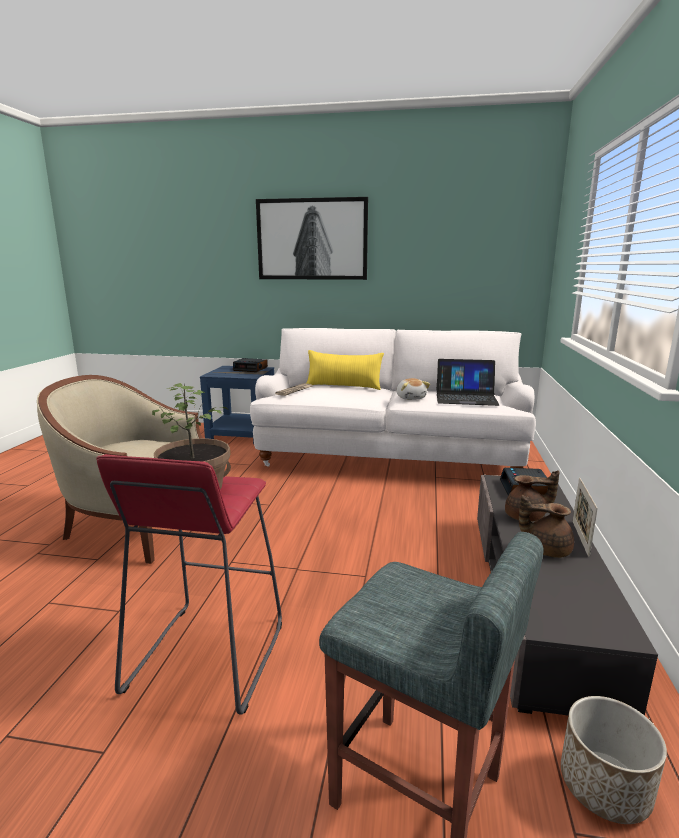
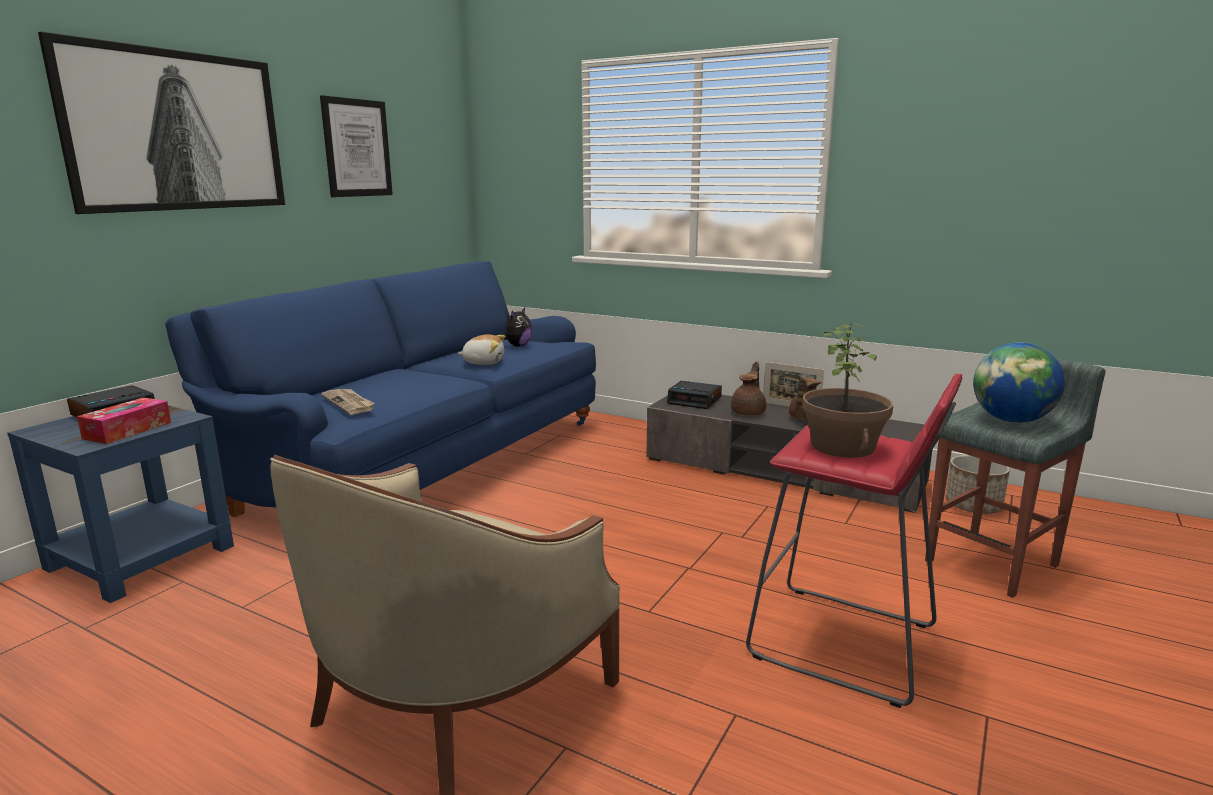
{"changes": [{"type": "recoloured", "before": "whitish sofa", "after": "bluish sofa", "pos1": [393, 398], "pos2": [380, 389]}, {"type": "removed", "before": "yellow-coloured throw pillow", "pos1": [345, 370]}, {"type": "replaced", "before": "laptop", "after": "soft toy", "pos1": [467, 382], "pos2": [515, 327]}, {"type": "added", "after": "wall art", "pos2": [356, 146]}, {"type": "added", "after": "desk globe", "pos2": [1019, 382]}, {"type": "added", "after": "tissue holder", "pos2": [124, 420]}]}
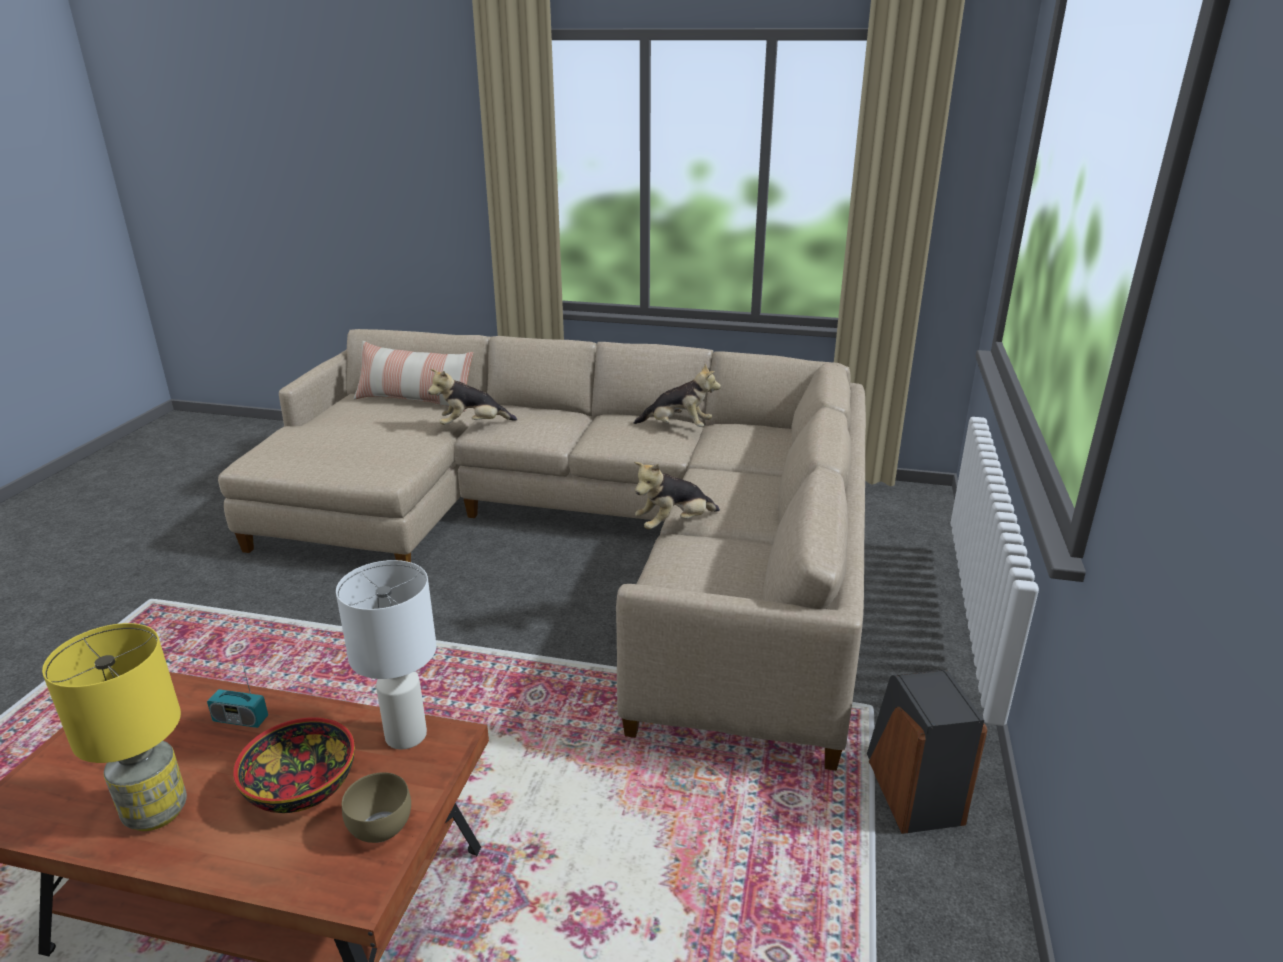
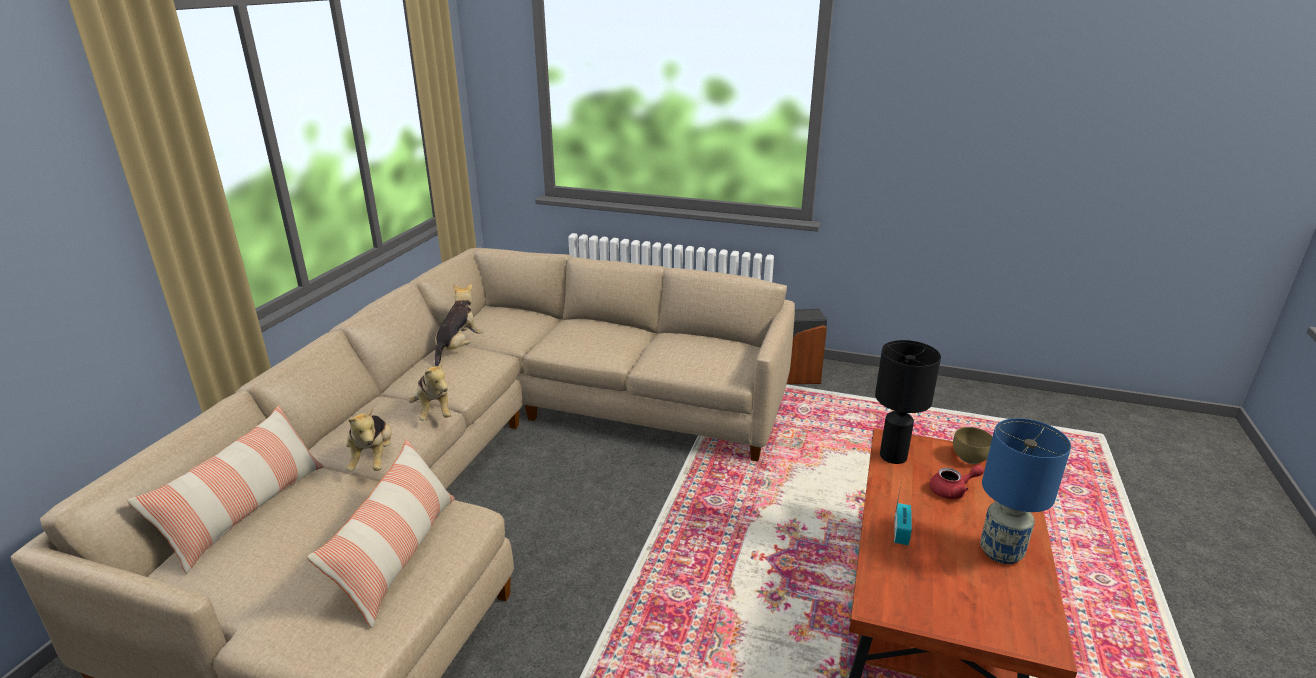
{"changes": [{"type": "moved", "before": "soft toy", "pos1": [677, 496], "pos2": [429, 390]}, {"type": "recoloured", "before": "whitish tabletop lamp", "after": "black-coloured tabletop lamp", "pos1": [386, 655], "pos2": [908, 402]}, {"type": "recoloured", "before": "yellow-coloured tabletop lamp", "after": "bluish tabletop lamp", "pos1": [114, 727], "pos2": [1025, 491]}, {"type": "replaced", "before": "deep dish", "after": "reddish pot for tea", "pos1": [294, 765], "pos2": [957, 482]}, {"type": "added", "after": "throw pillow", "pos2": [381, 533]}]}
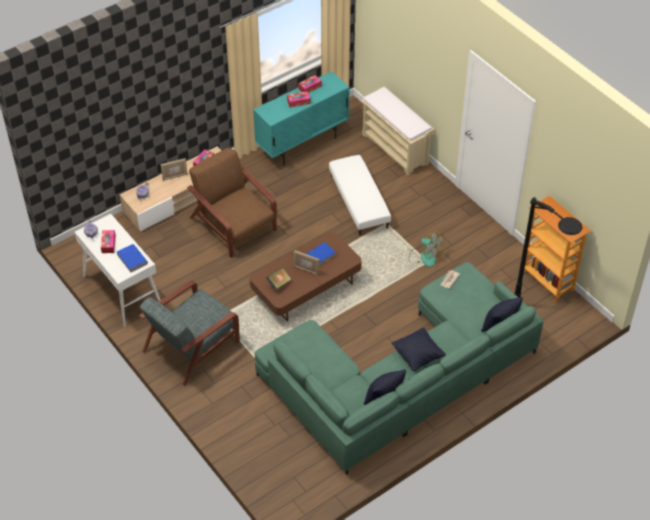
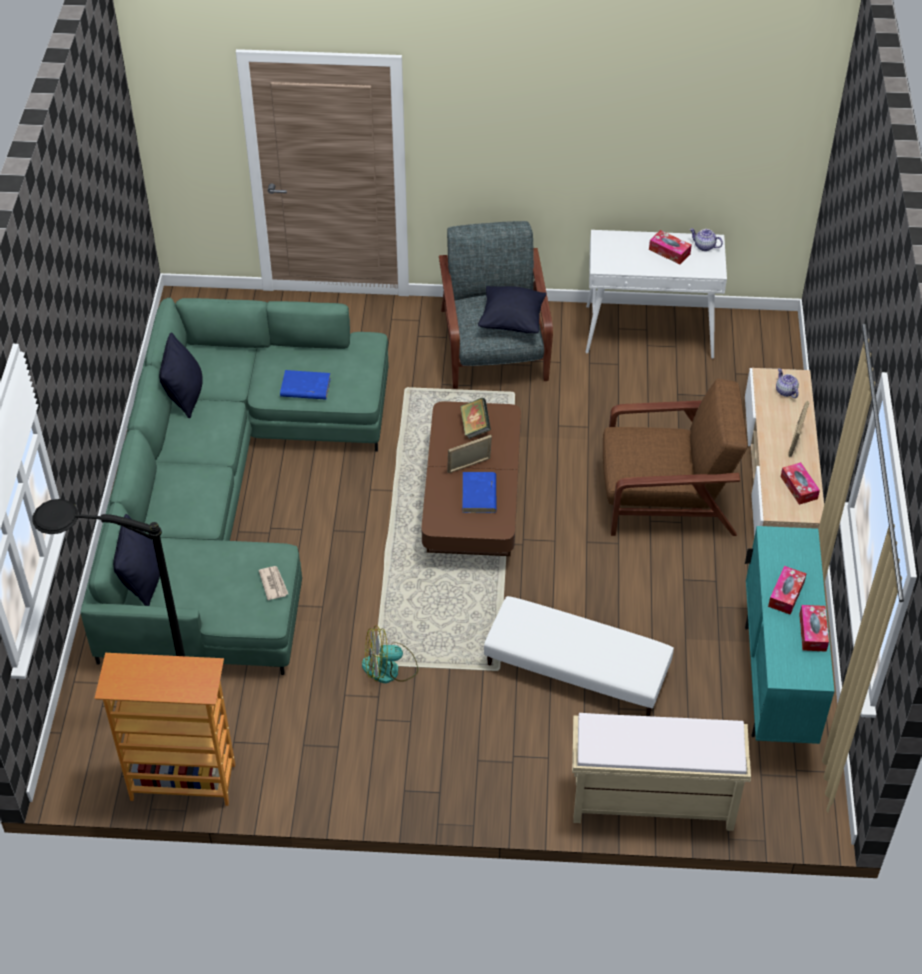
{"changes": [{"type": "moved", "before": "bluish book", "pos1": [132, 258], "pos2": [305, 385]}, {"type": "moved", "before": "black-coloured throw pillow", "pos1": [418, 349], "pos2": [512, 309]}]}
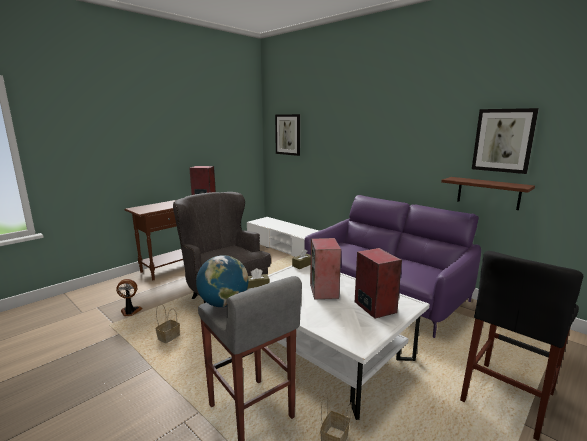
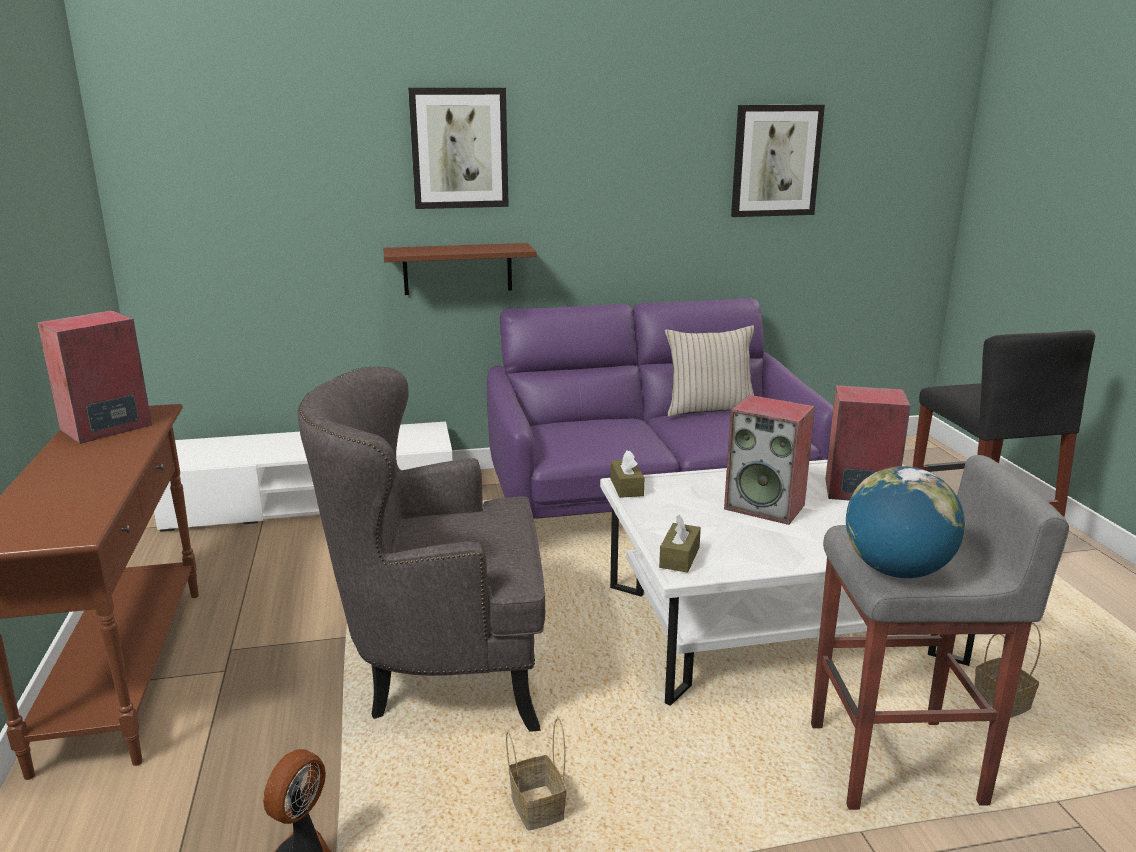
{"changes": [{"type": "moved", "before": "wall art", "pos1": [287, 135], "pos2": [458, 148]}, {"type": "moved", "before": "brown shelf", "pos1": [488, 193], "pos2": [460, 269]}, {"type": "added", "after": "beige-coloured throw pillow", "pos2": [709, 371]}]}
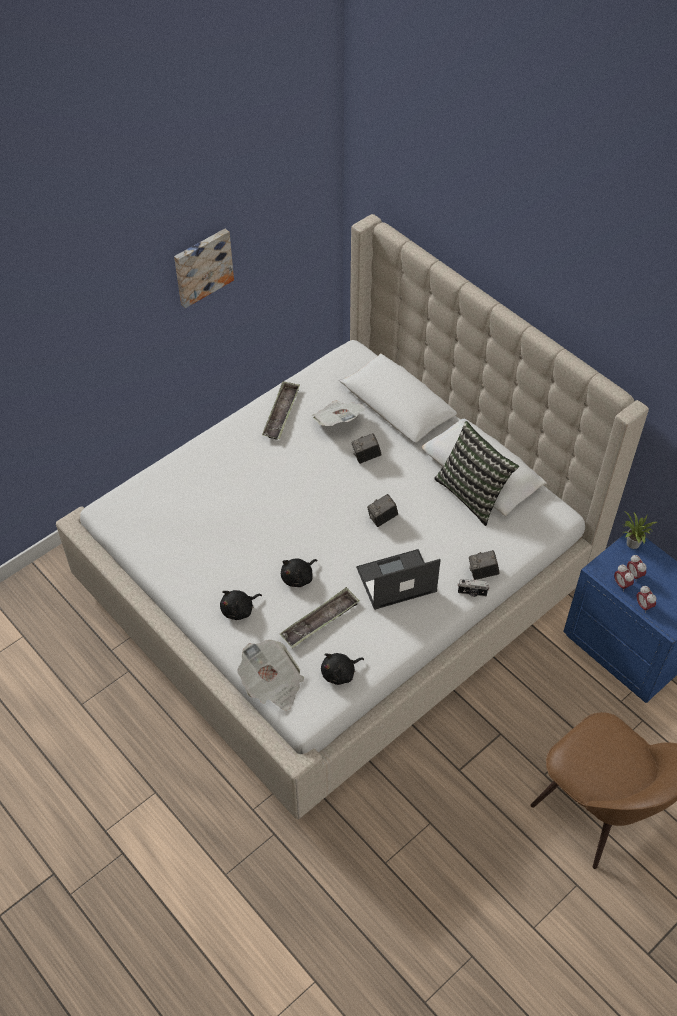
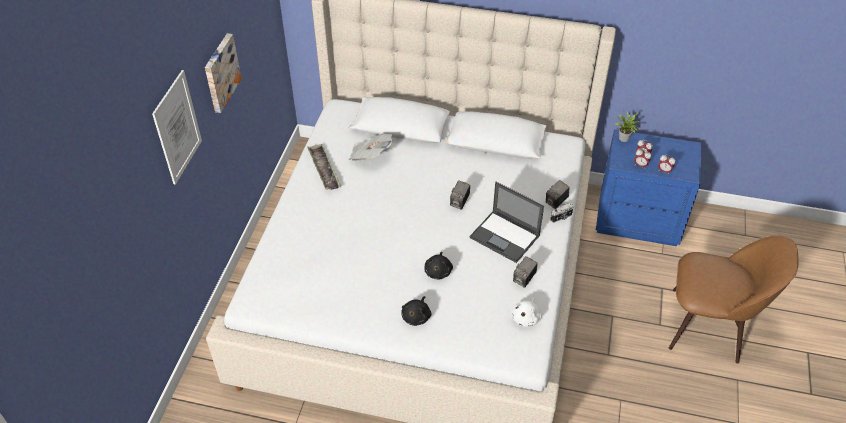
{"changes": [{"type": "removed", "before": "throw pillow", "pos1": [476, 473]}, {"type": "moved", "before": "still camera", "pos1": [366, 448], "pos2": [525, 272]}, {"type": "turned", "before": "laptop", "pos1": [398, 579], "pos2": [507, 222], "turn": -90}, {"type": "removed", "before": "tray", "pos1": [320, 618]}, {"type": "removed", "before": "newspaper", "pos1": [270, 675]}, {"type": "recoloured", "before": "black-coloured soft toy", "after": "whitish soft toy", "pos1": [342, 669], "pos2": [527, 312]}, {"type": "added", "after": "wall art", "pos2": [177, 127]}]}
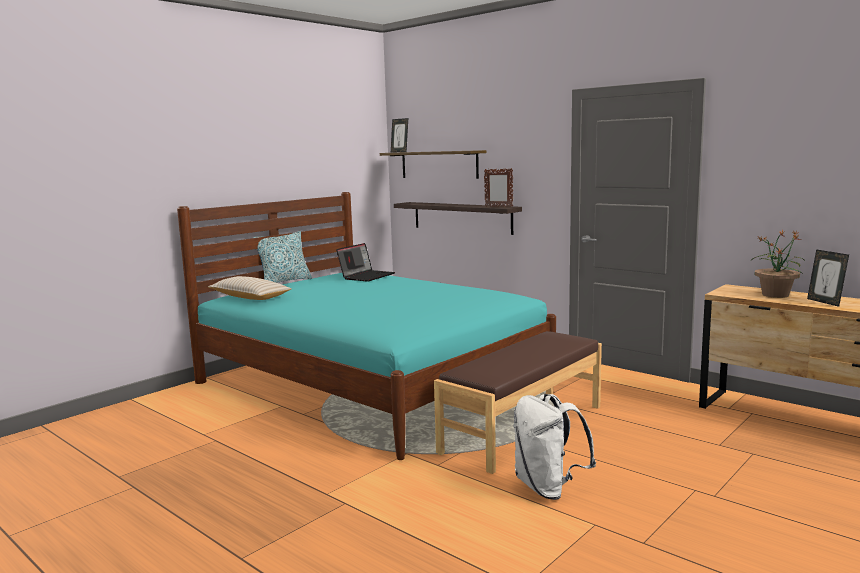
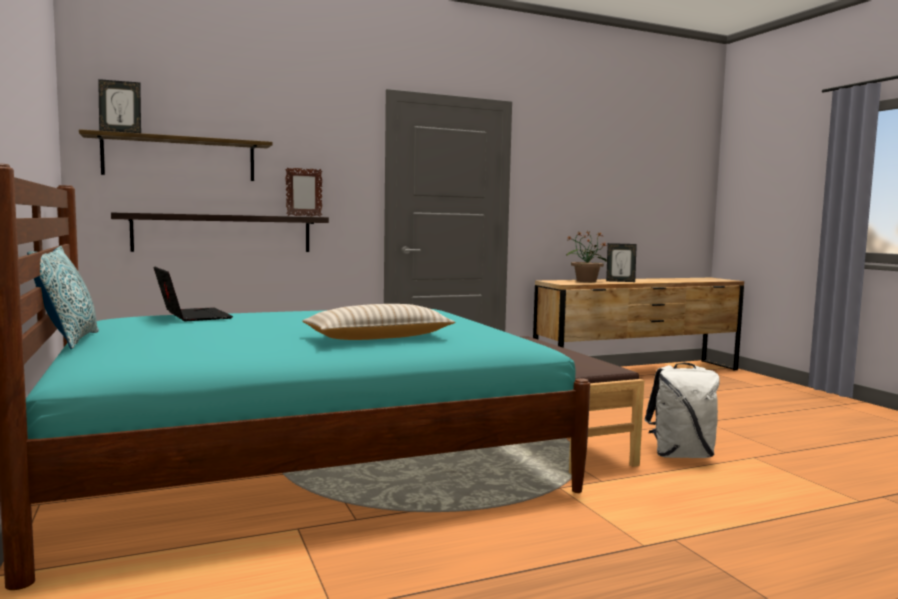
{"changes": [{"type": "moved", "before": "beige-coloured throw pillow", "pos1": [250, 288], "pos2": [378, 322]}]}
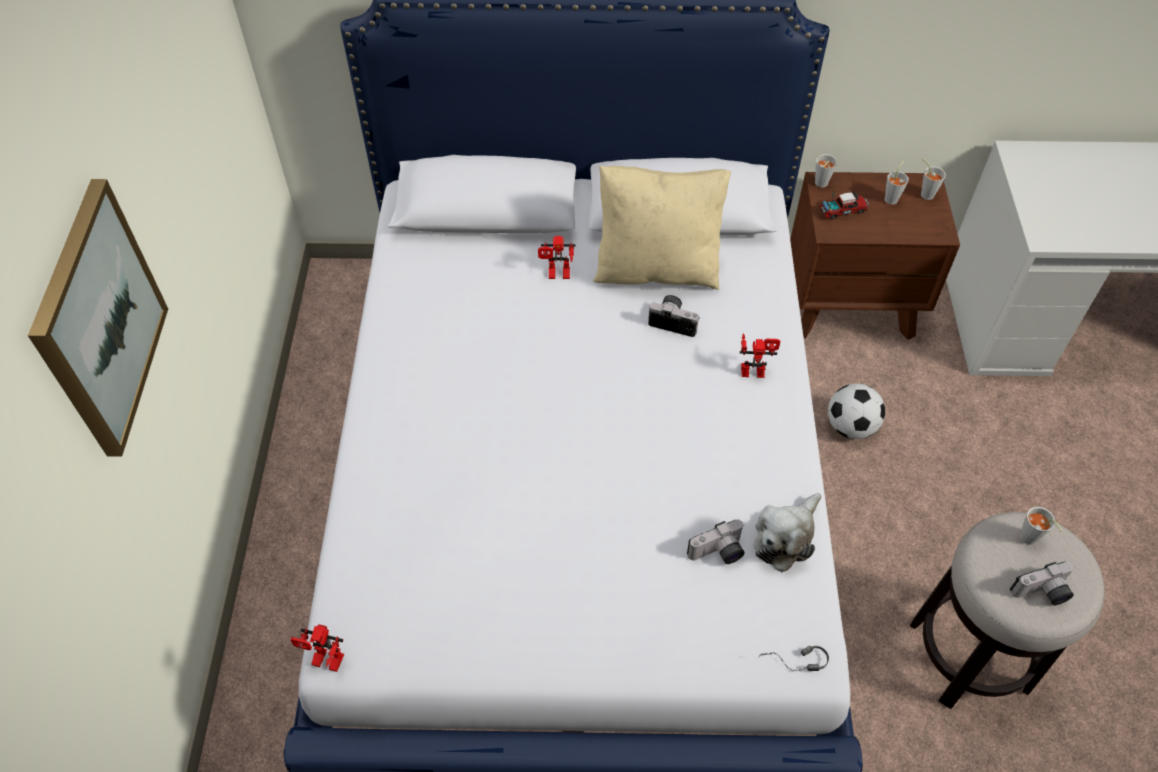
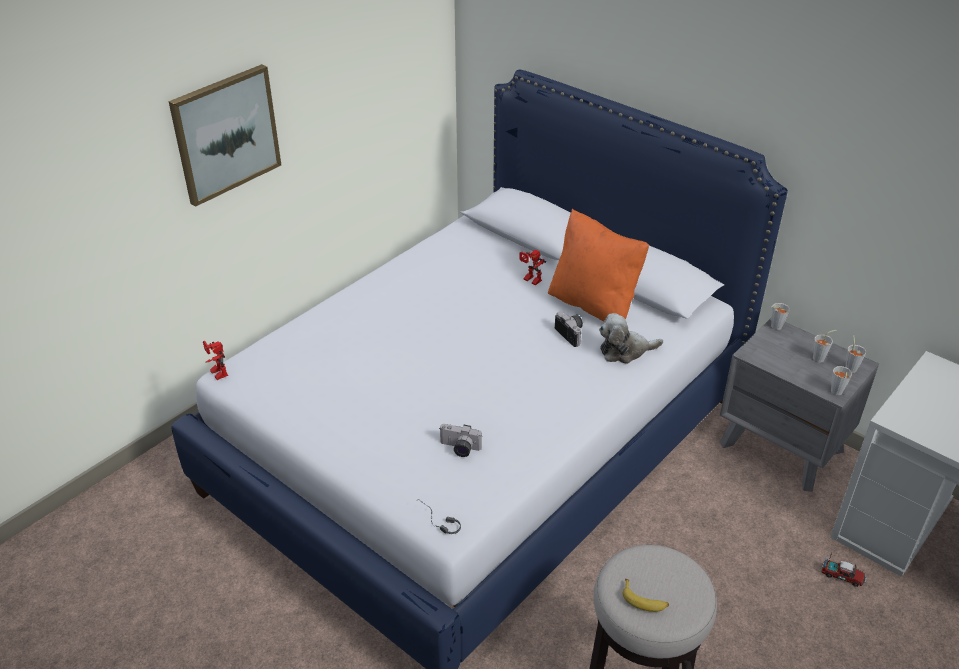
{"changes": [{"type": "recoloured", "before": "beige-coloured throw pillow", "after": "orangey throw pillow", "pos1": [662, 228], "pos2": [598, 265]}, {"type": "recoloured", "before": "brown bedside table", "after": "grey bedside table", "pos1": [875, 256], "pos2": [799, 404]}, {"type": "moved", "before": "model truck", "pos1": [844, 204], "pos2": [844, 570]}, {"type": "removed", "before": "robot figure", "pos1": [760, 355]}, {"type": "removed", "before": "ball for football", "pos1": [856, 411]}, {"type": "moved", "before": "soft toy", "pos1": [787, 532], "pos2": [631, 338]}, {"type": "moved", "before": "grey small cup", "pos1": [1040, 526], "pos2": [841, 380]}, {"type": "replaced", "before": "still camera", "after": "banana fruit", "pos1": [1042, 583], "pos2": [646, 595]}]}
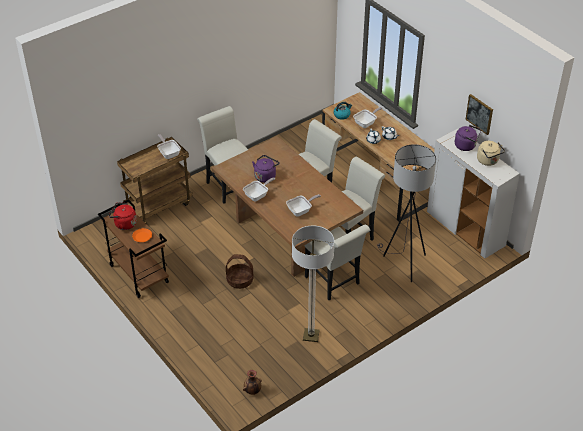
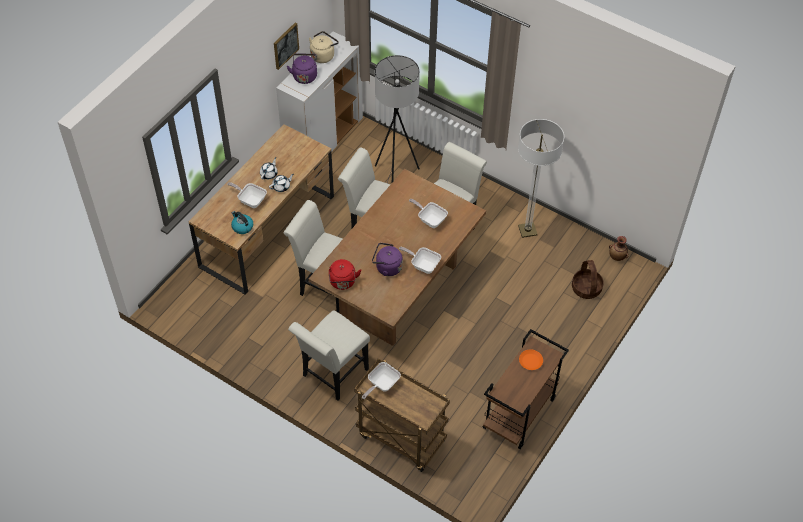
{"changes": [{"type": "moved", "before": "reddish kettle", "pos1": [123, 216], "pos2": [345, 274]}, {"type": "moved", "before": "household basket", "pos1": [239, 271], "pos2": [588, 279]}]}
